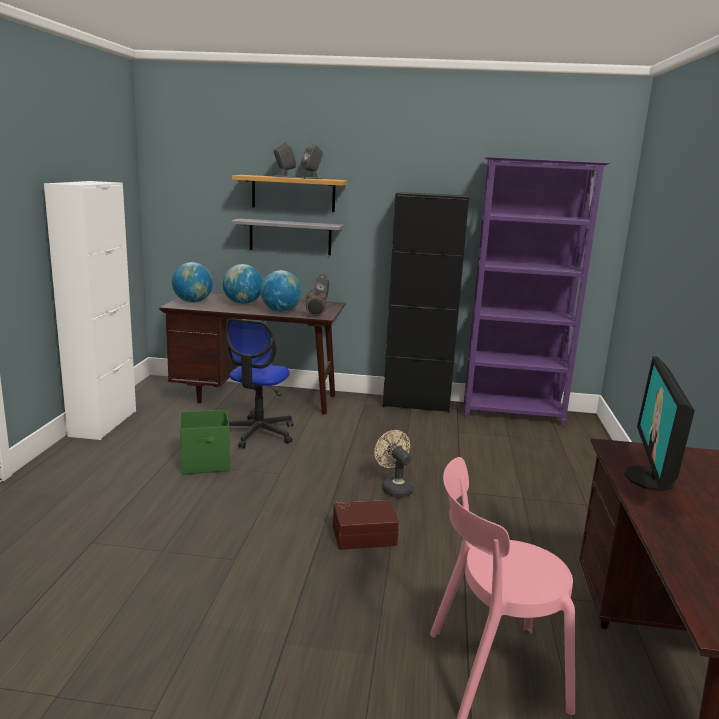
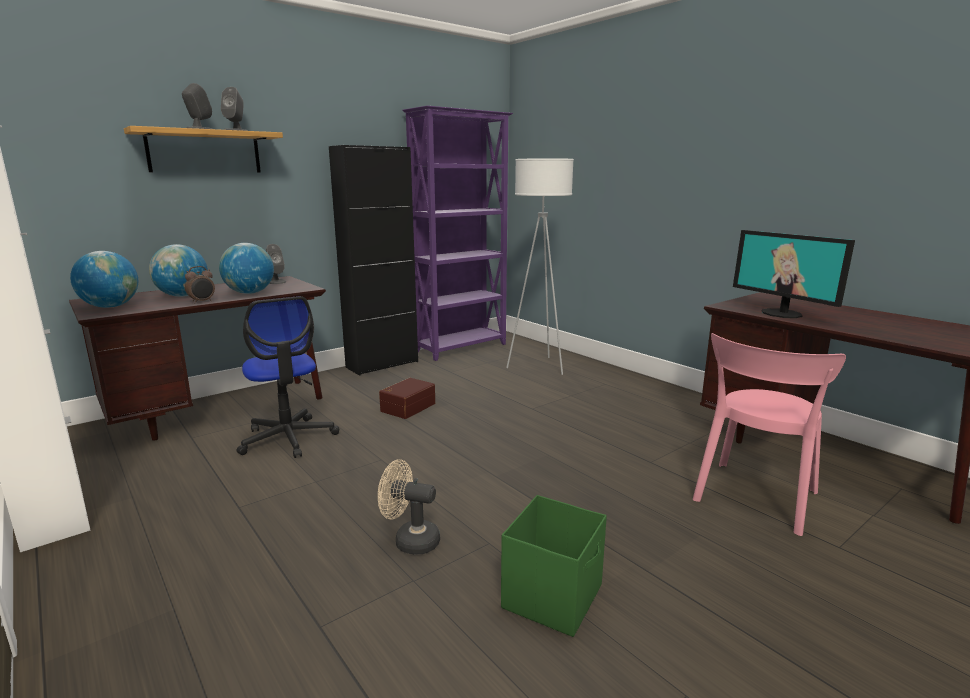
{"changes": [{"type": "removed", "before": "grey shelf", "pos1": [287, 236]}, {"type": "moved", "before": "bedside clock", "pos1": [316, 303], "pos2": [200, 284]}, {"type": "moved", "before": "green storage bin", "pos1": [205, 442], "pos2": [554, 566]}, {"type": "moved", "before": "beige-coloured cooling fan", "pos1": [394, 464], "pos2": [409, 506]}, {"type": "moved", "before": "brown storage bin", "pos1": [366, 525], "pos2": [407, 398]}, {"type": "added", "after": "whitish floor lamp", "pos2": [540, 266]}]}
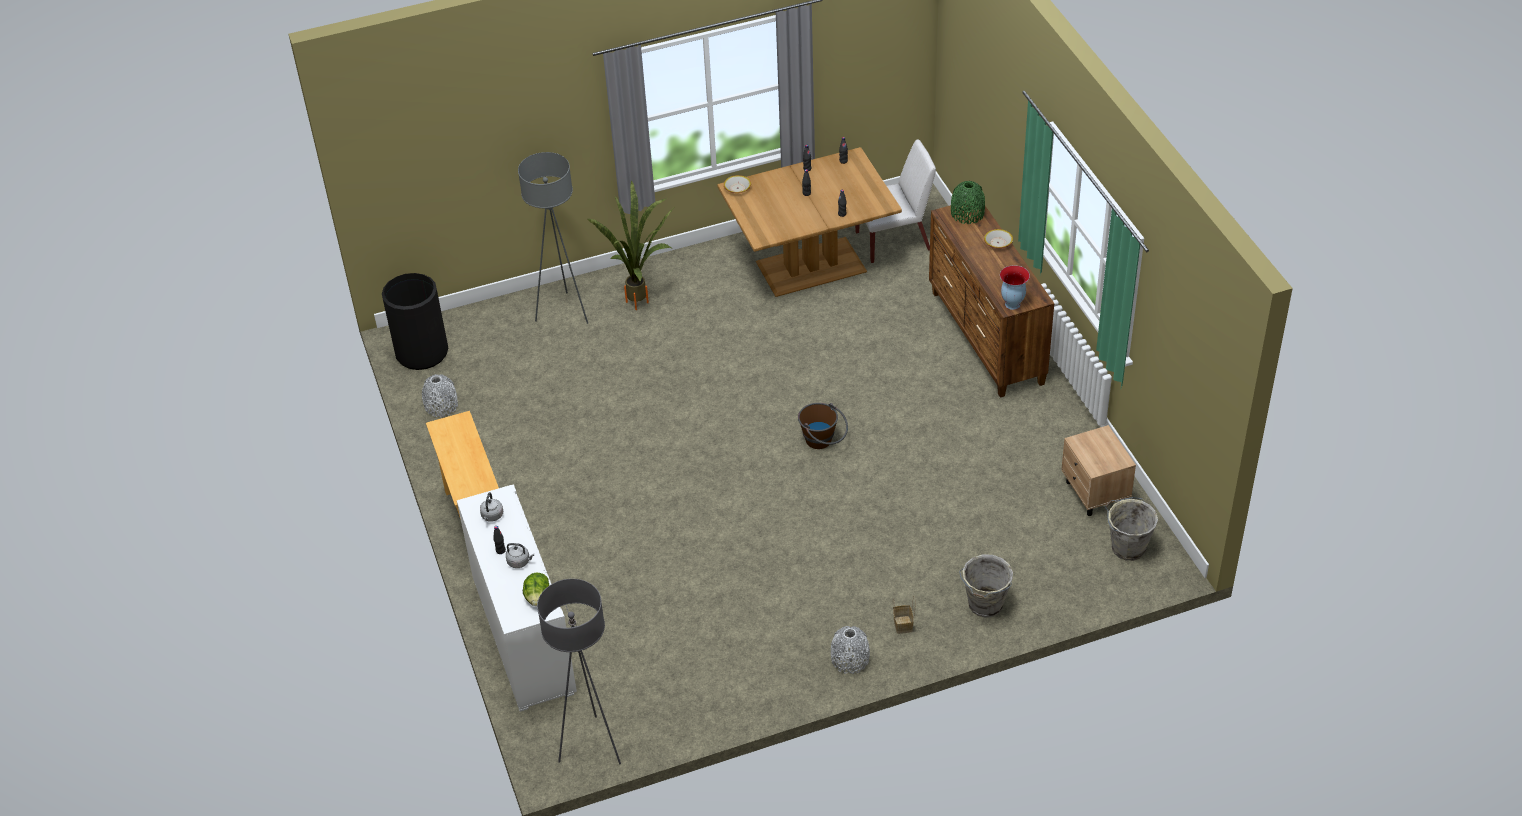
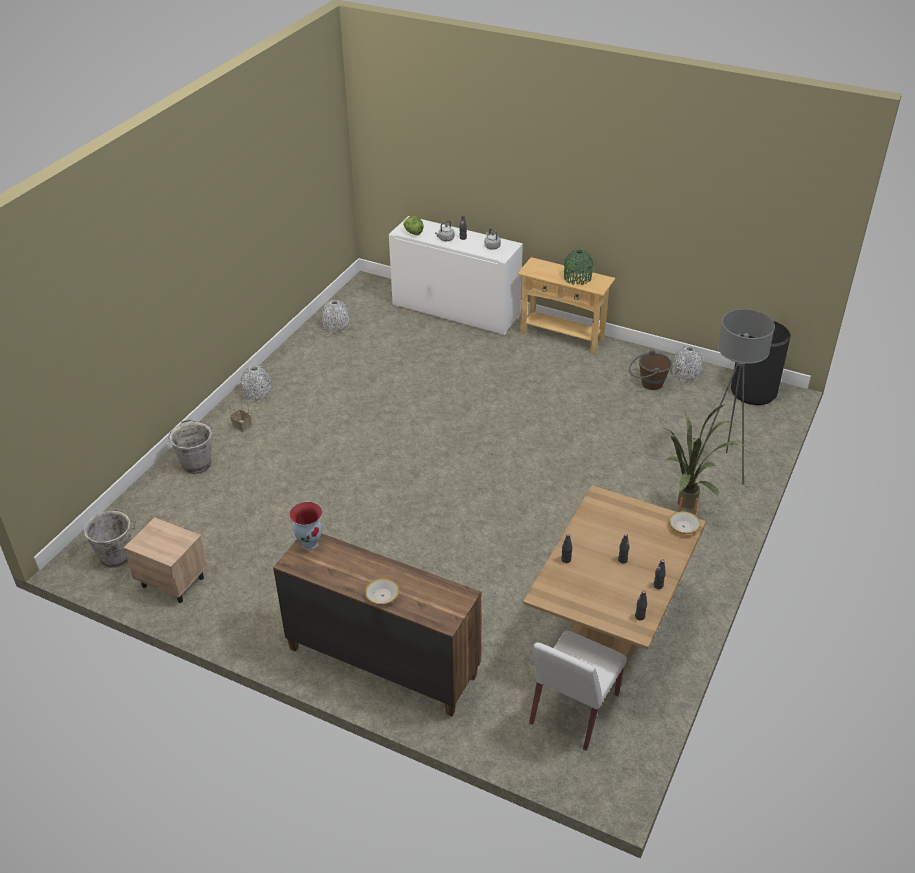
{"changes": [{"type": "moved", "before": "green vase", "pos1": [968, 202], "pos2": [579, 267]}, {"type": "moved", "before": "brown pail", "pos1": [823, 426], "pos2": [650, 370]}, {"type": "removed", "before": "grey floor lamp", "pos1": [579, 671]}, {"type": "added", "after": "grey vase", "pos2": [335, 317]}]}
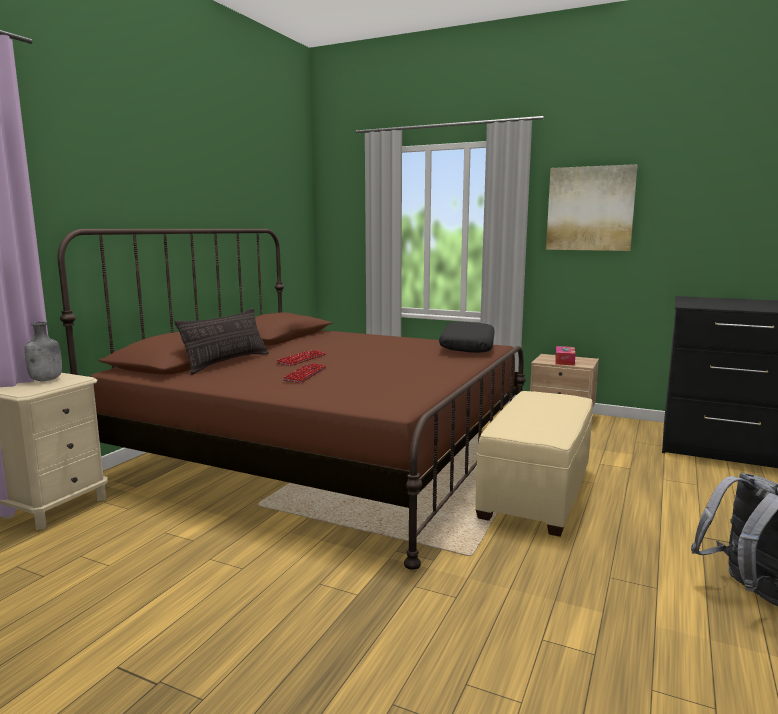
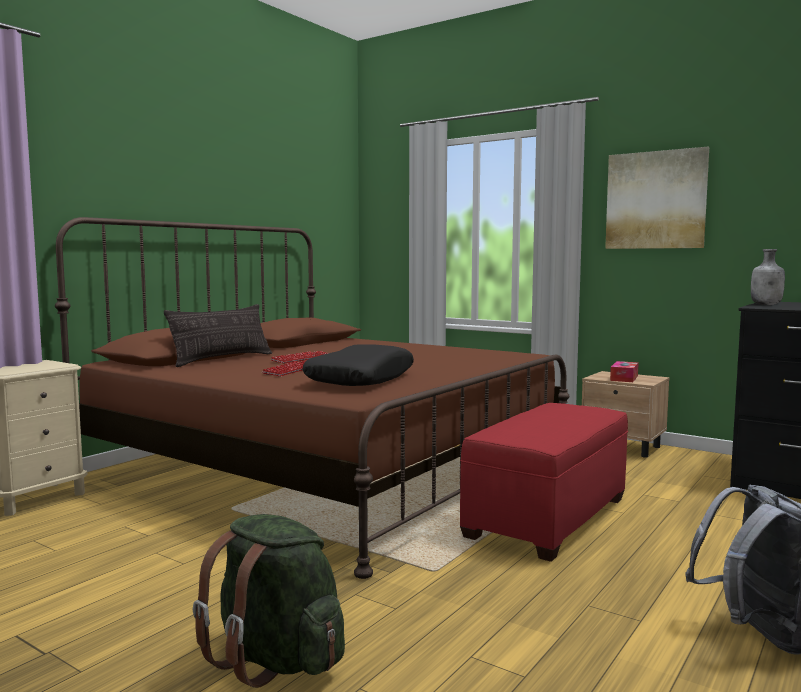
{"changes": [{"type": "moved", "before": "grey bottle", "pos1": [43, 351], "pos2": [768, 277]}, {"type": "moved", "before": "black-coloured throw pillow", "pos1": [467, 337], "pos2": [358, 365]}, {"type": "recoloured", "before": "beige-coloured footrest", "after": "reddish footrest", "pos1": [534, 464], "pos2": [544, 482]}, {"type": "added", "after": "green knapsack", "pos2": [269, 601]}]}
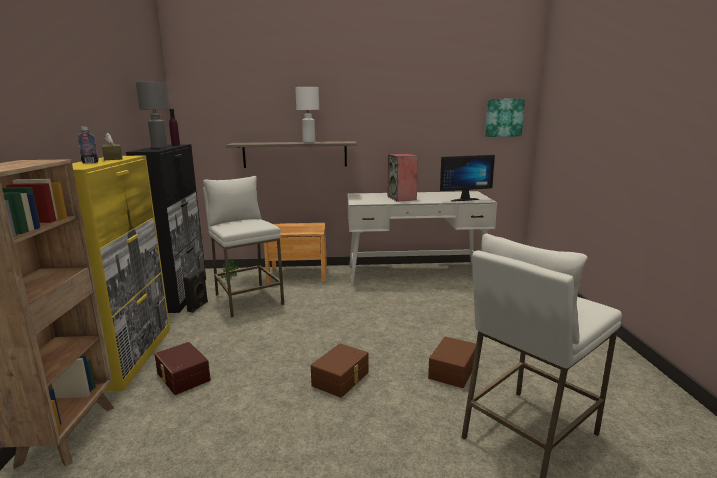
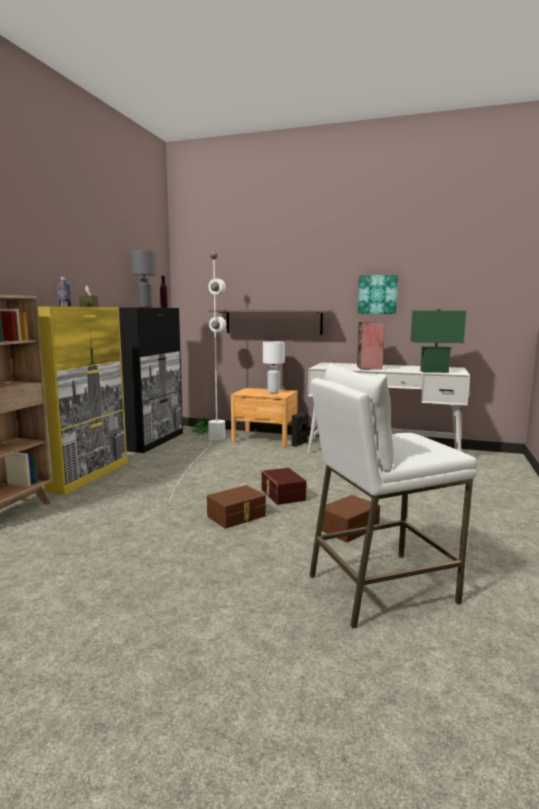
{"changes": [{"type": "moved", "before": "whitish tabletop lamp", "pos1": [307, 115], "pos2": [274, 367]}, {"type": "moved", "before": "wall art", "pos1": [505, 118], "pos2": [378, 294]}, {"type": "replaced", "before": "monitor", "after": "green tabletop lamp", "pos1": [467, 178], "pos2": [438, 341]}, {"type": "replaced", "before": "whitish sitting stool", "after": "whitish floor lamp", "pos1": [243, 247], "pos2": [197, 377]}, {"type": "moved", "before": "black-coloured loudspeaker", "pos1": [195, 291], "pos2": [300, 429]}, {"type": "moved", "before": "brown storage bin", "pos1": [182, 368], "pos2": [283, 486]}]}
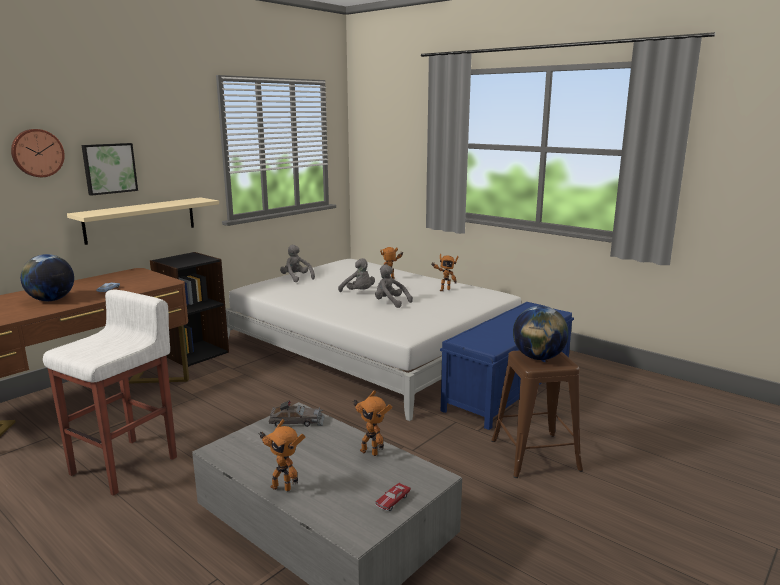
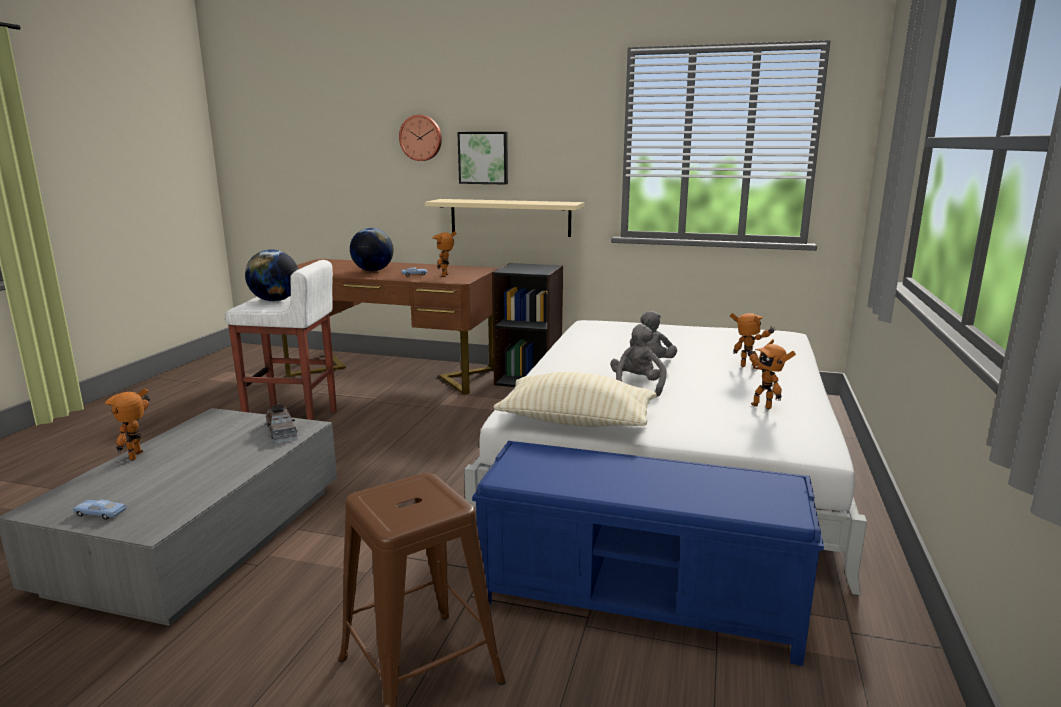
{"changes": [{"type": "removed", "before": "grey soft toy", "pos1": [297, 263]}, {"type": "moved", "before": "desk globe", "pos1": [541, 333], "pos2": [271, 275]}, {"type": "moved", "before": "robot figure", "pos1": [372, 423], "pos2": [445, 254]}, {"type": "recoloured", "before": "reddish model car", "after": "bluish model car", "pos1": [393, 497], "pos2": [100, 510]}, {"type": "added", "after": "beige-coloured throw pillow", "pos2": [575, 399]}]}
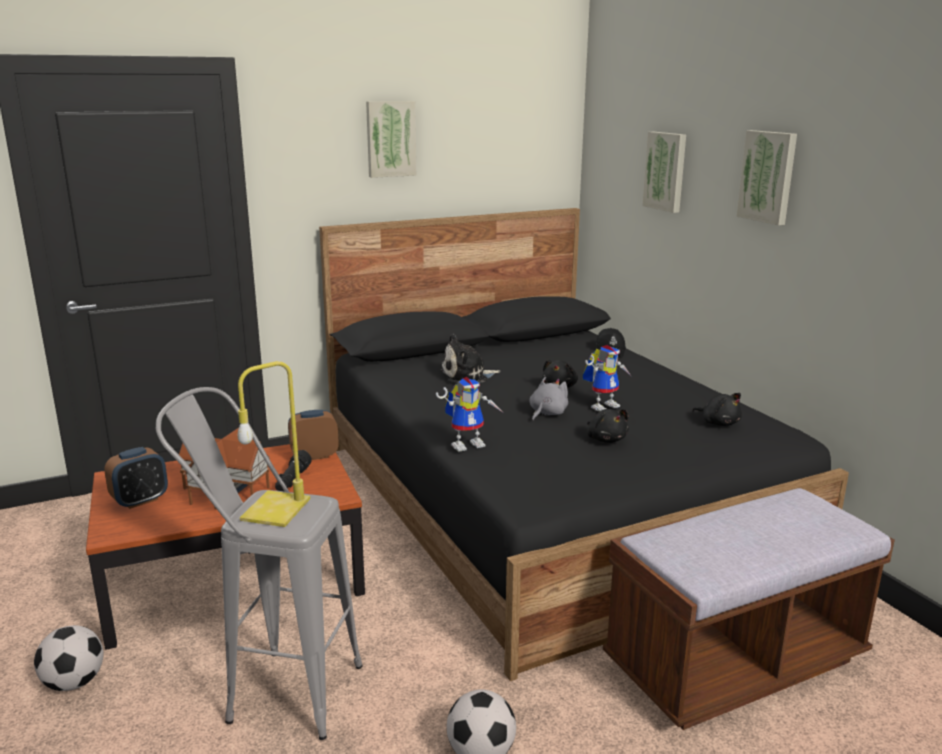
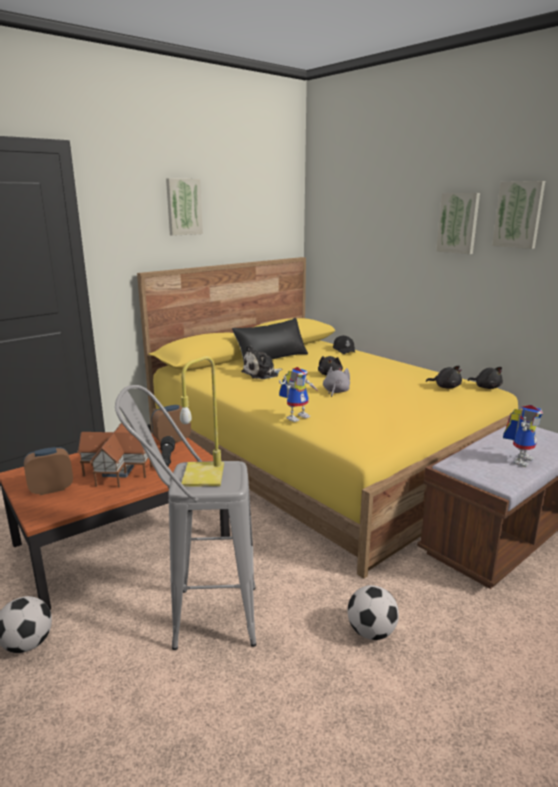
{"changes": [{"type": "moved", "before": "wall art", "pos1": [664, 172], "pos2": [518, 215]}, {"type": "recoloured", "before": "black-coloured sleeping bed", "after": "yellow-coloured sleeping bed", "pos1": [584, 444], "pos2": [330, 418]}, {"type": "moved", "before": "robot figure", "pos1": [606, 378], "pos2": [523, 436]}, {"type": "moved", "before": "black-coloured soft toy", "pos1": [608, 426], "pos2": [485, 378]}, {"type": "turned", "before": "bedside clock", "pos1": [136, 478], "pos2": [48, 471], "turn": -150}, {"type": "added", "after": "black-coloured throw pillow", "pos2": [270, 339]}]}
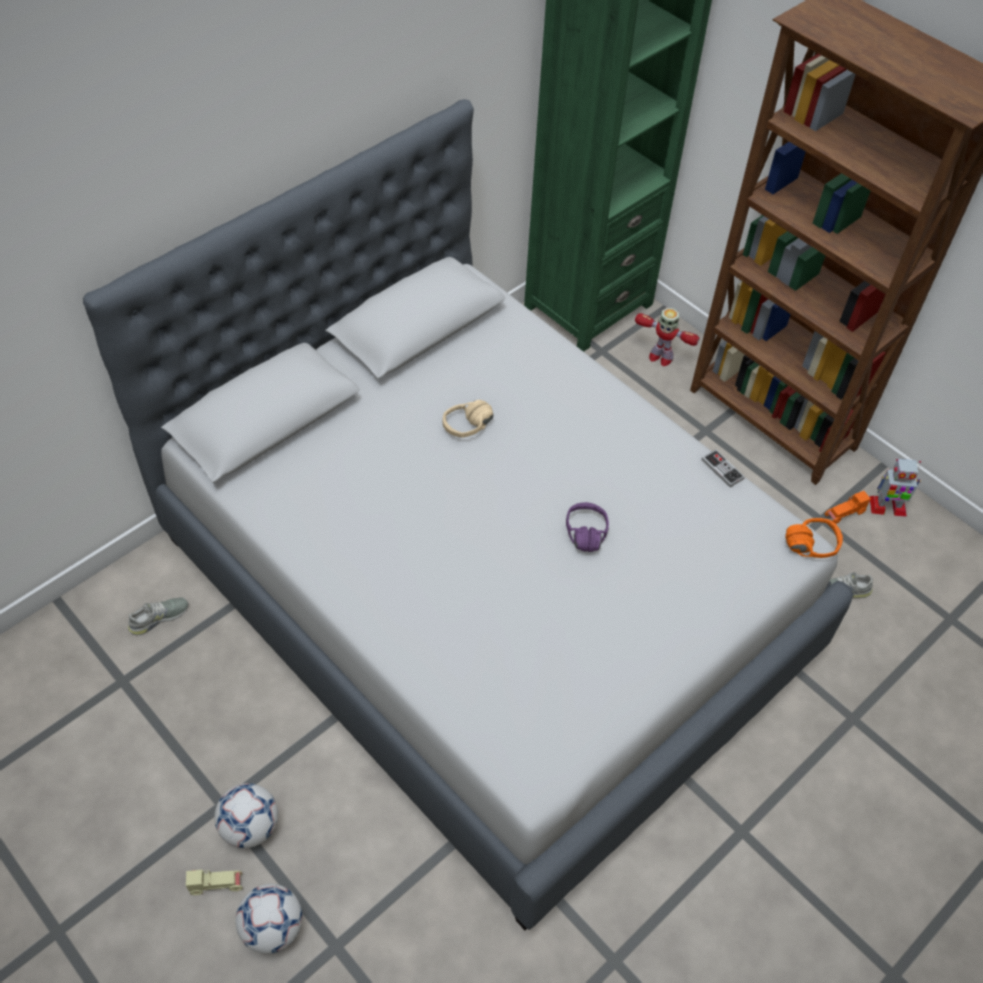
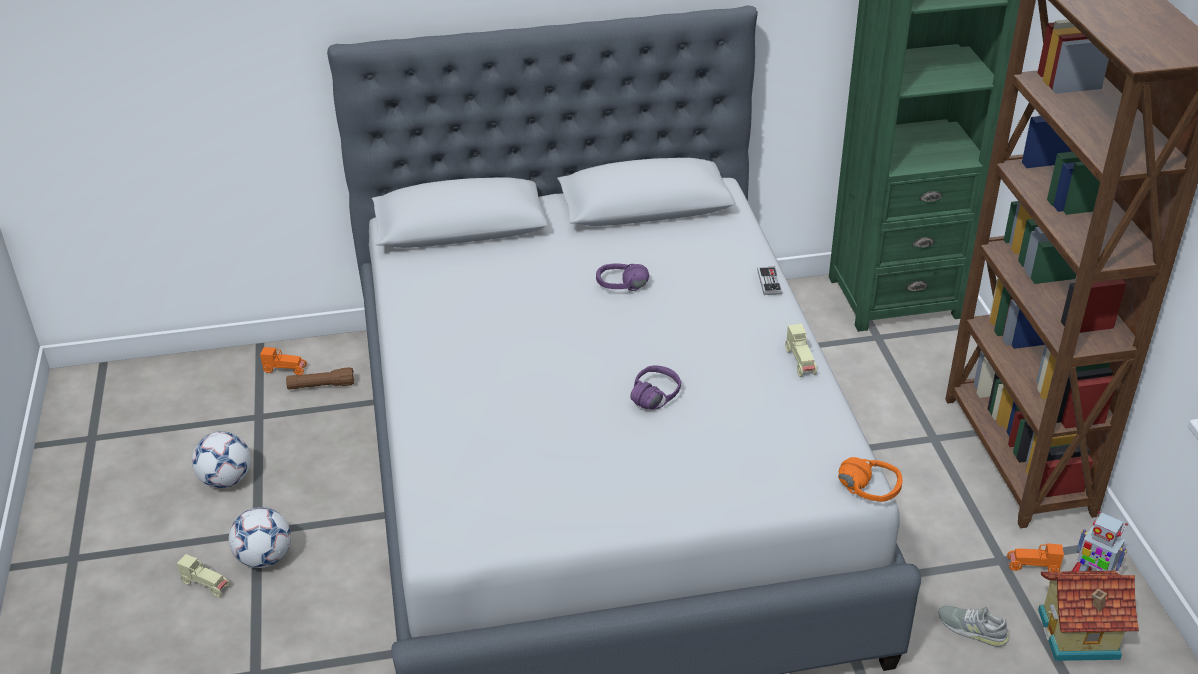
{"changes": [{"type": "removed", "before": "robot figure", "pos1": [667, 337]}, {"type": "recoloured", "before": "beige-coloured headphones", "after": "purple-coloured headphones", "pos1": [468, 419], "pos2": [622, 277]}, {"type": "moved", "before": "joypad", "pos1": [723, 468], "pos2": [769, 281]}, {"type": "replaced", "before": "grey item of footwear", "after": "brown hand torch", "pos1": [158, 616], "pos2": [320, 378]}, {"type": "moved", "before": "ball for football", "pos1": [268, 919], "pos2": [221, 459]}, {"type": "added", "after": "beige-coloured model car", "pos2": [801, 350]}, {"type": "added", "after": "orangey model car", "pos2": [283, 361]}, {"type": "added", "after": "toy house", "pos2": [1088, 616]}]}
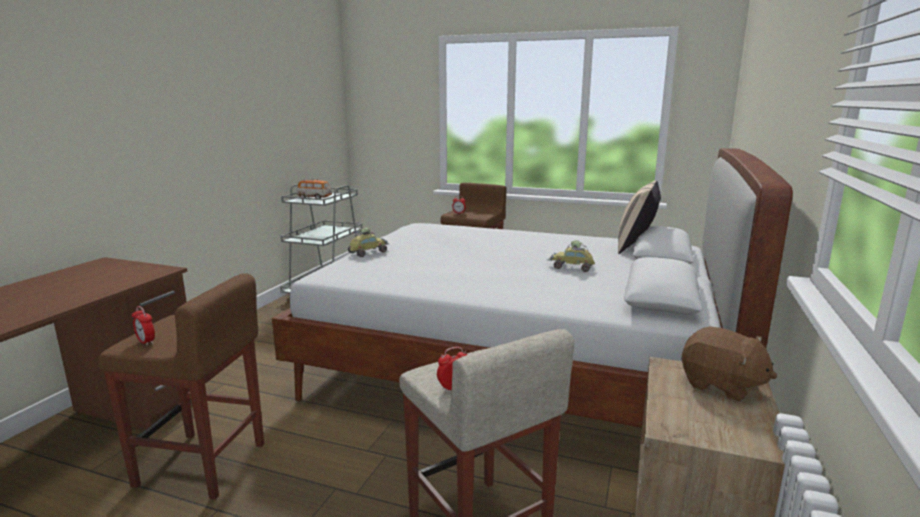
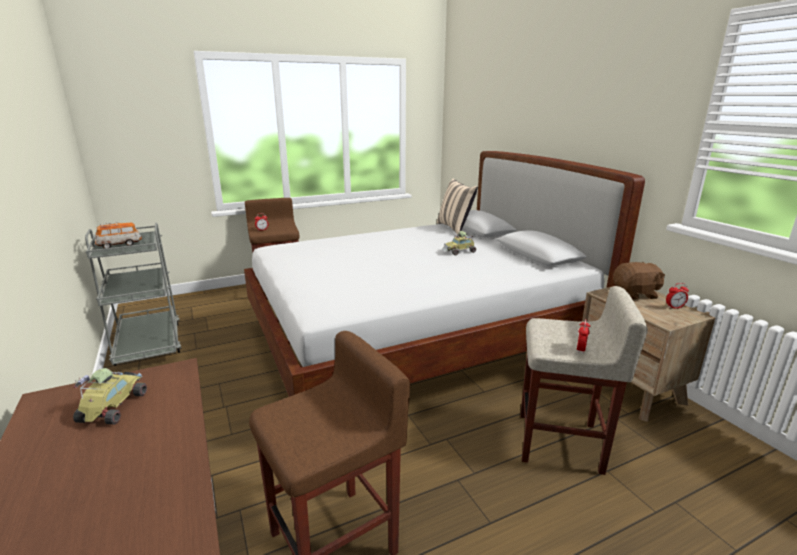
{"changes": [{"type": "moved", "before": "model car", "pos1": [368, 242], "pos2": [110, 396]}, {"type": "moved", "before": "bedside clock", "pos1": [143, 326], "pos2": [677, 296]}]}
